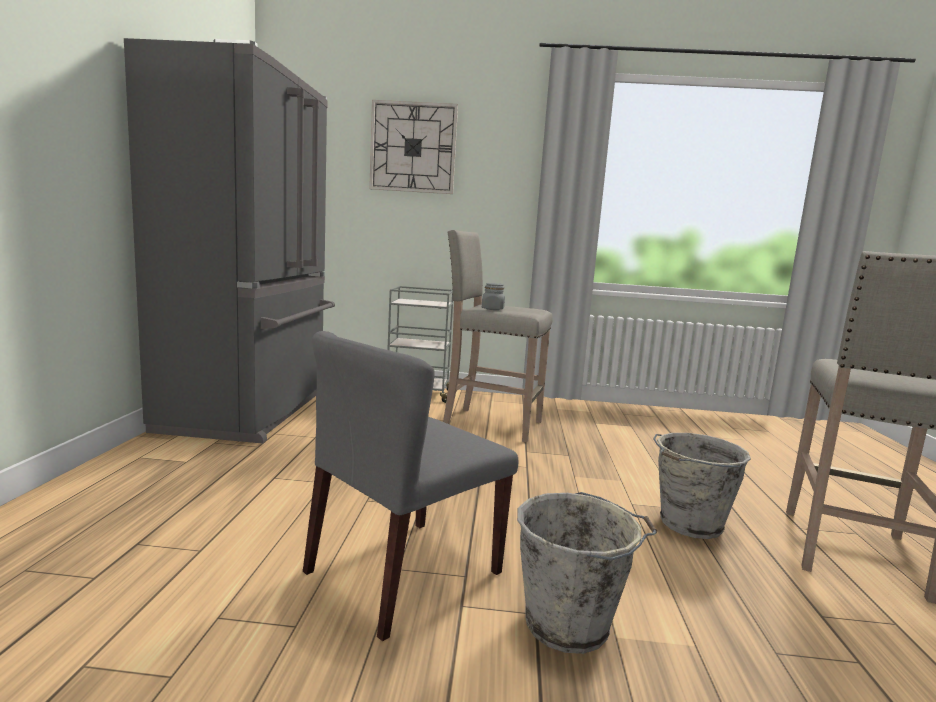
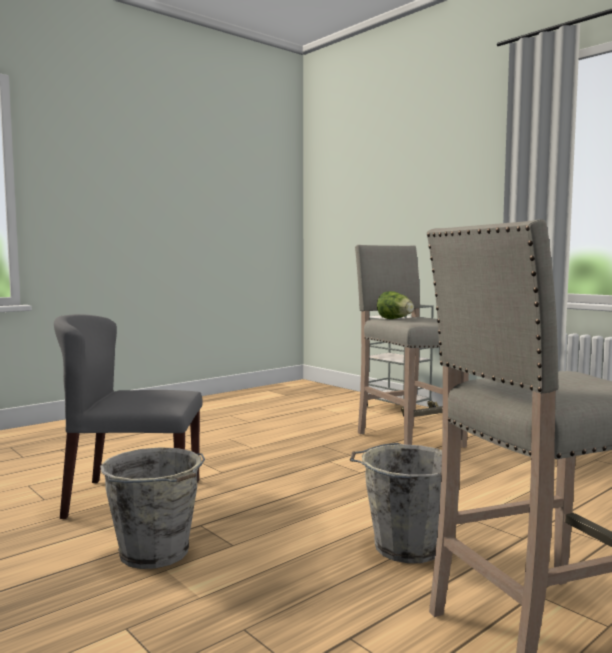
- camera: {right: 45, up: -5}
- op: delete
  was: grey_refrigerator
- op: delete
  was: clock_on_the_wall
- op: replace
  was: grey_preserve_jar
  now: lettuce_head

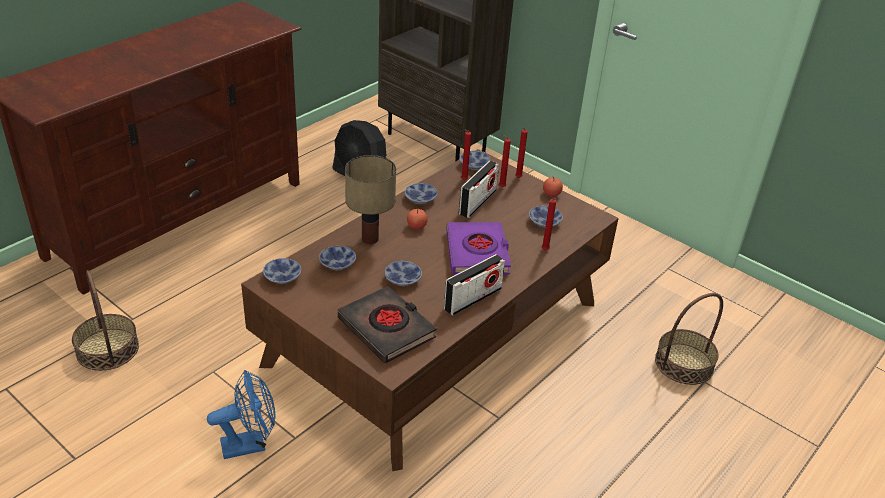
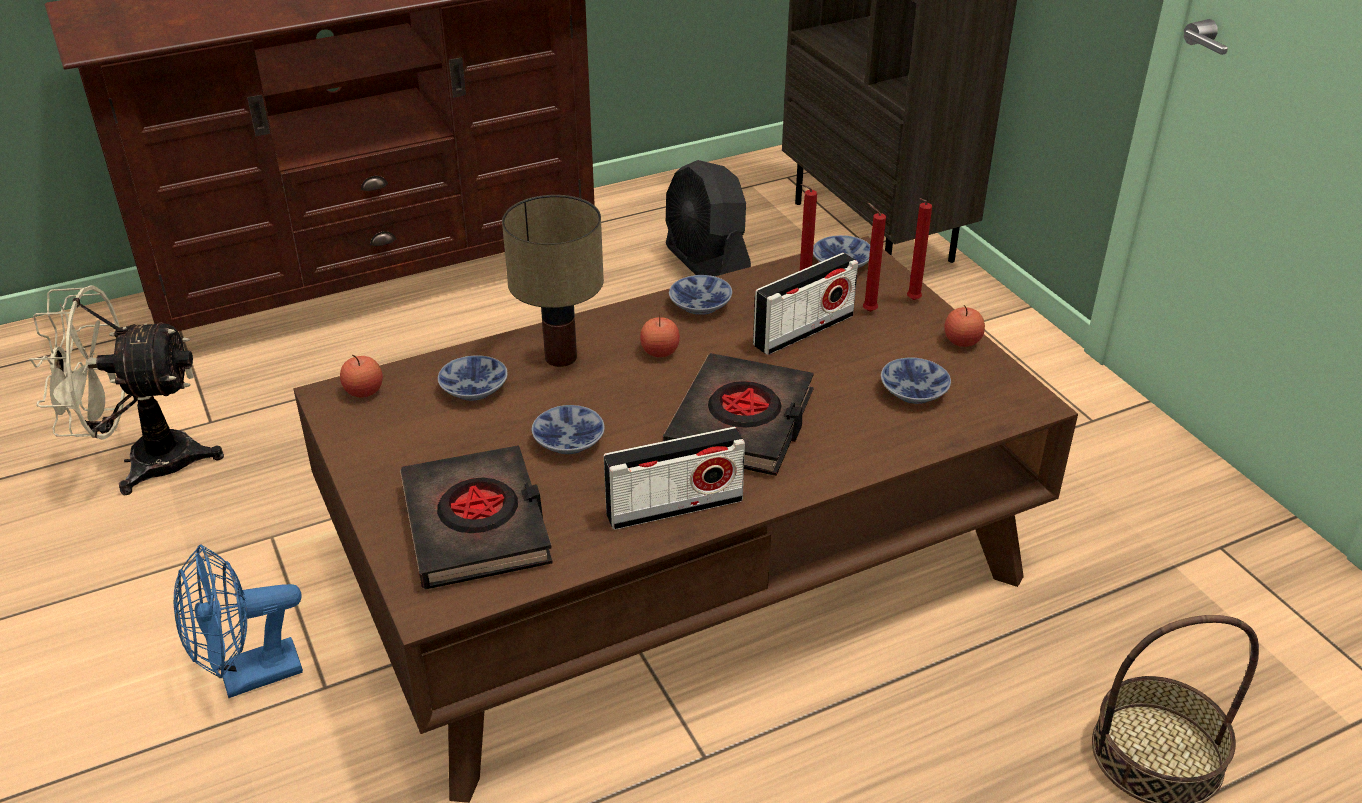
- camera: {right: 25, up: 0}
- op: delete
  was: red-coloured_wax_candle (4th from left)
- op: replace
  was: household_basket (1st from left)
  now: beige-coloured_electric_fan
- op: replace
  was: bowl (1st from left)
  now: apple (1st from left)
- op: recolor
  was: purple_book
  now: blackish_book (2nd from left)
- op: rotate
  was: blue_electric_fan
  clockwise: 150

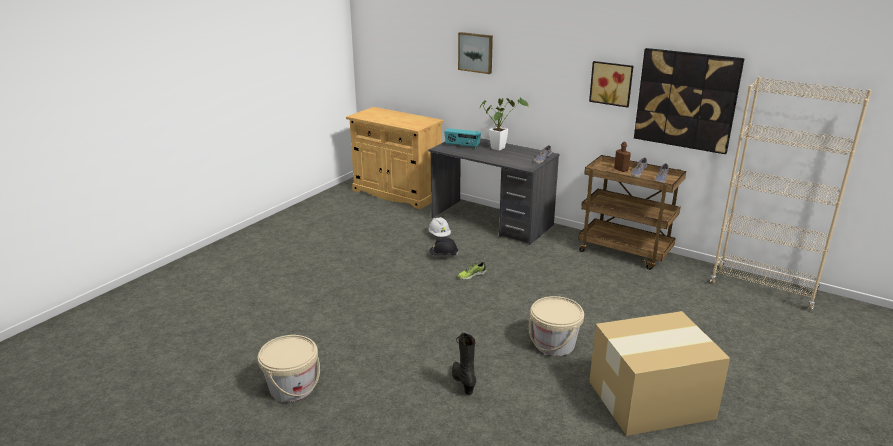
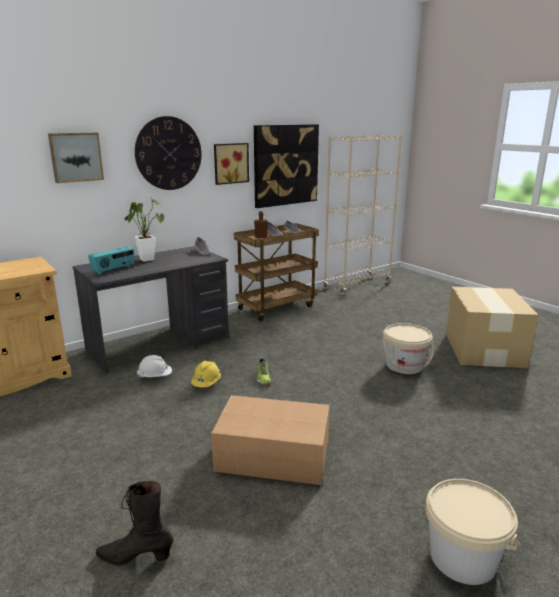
- camera: {right: -70, up: -5}
- op: insert
  now: clock_on_the_wall
- op: insert
  now: packing_box (1st from left)
- op: move
  was: blackish_tall_boot
- op: recolor
  was: blackish_safety_helmet
  now: yellow_safety_helmet

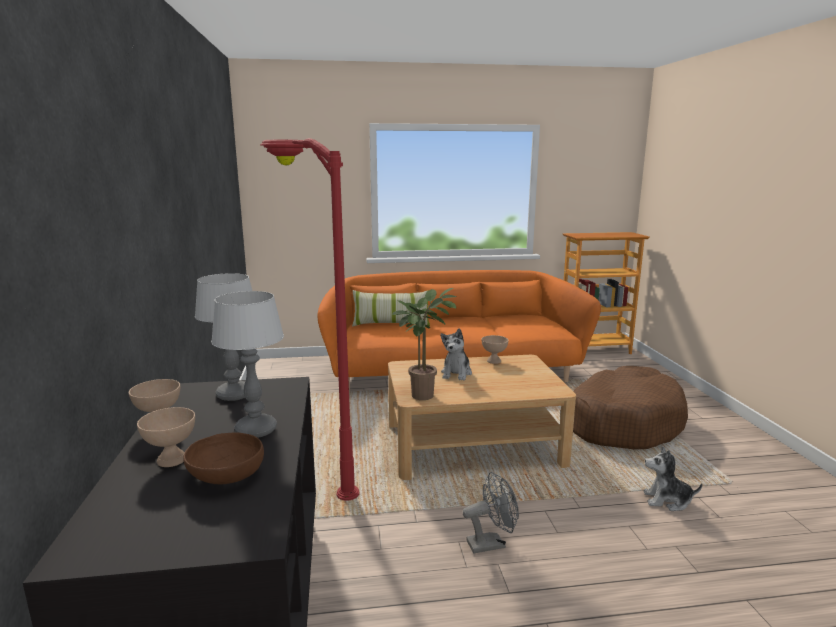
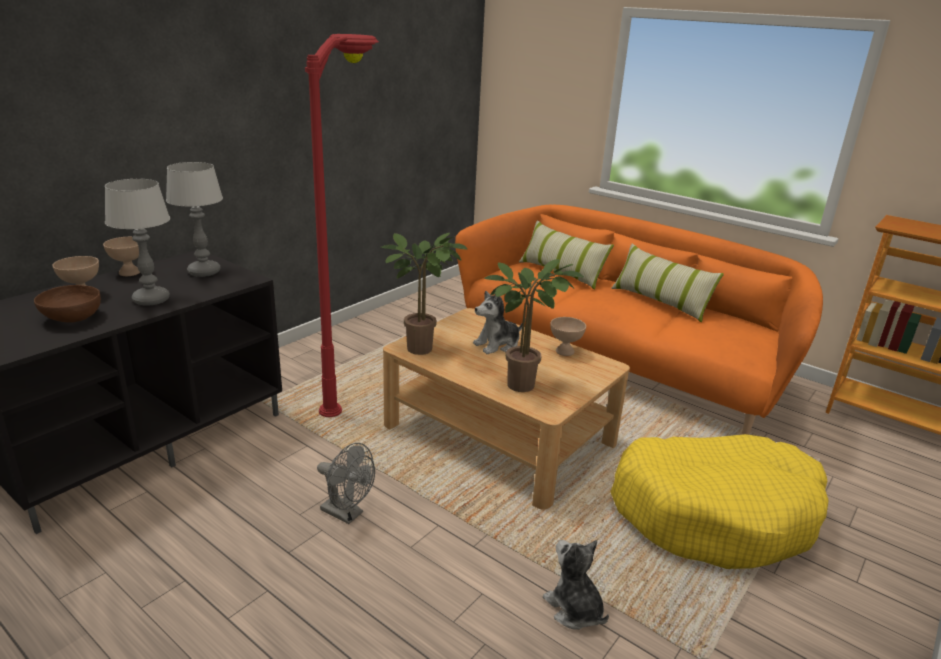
- camera: {right: 45, up: 10}
- op: insert
  now: plant_in_a_pot (2nd from left)
- op: insert
  now: pillow (2nd from left)
- op: recolor
  was: brownish_dog_bed
  now: yellow_dog_bed

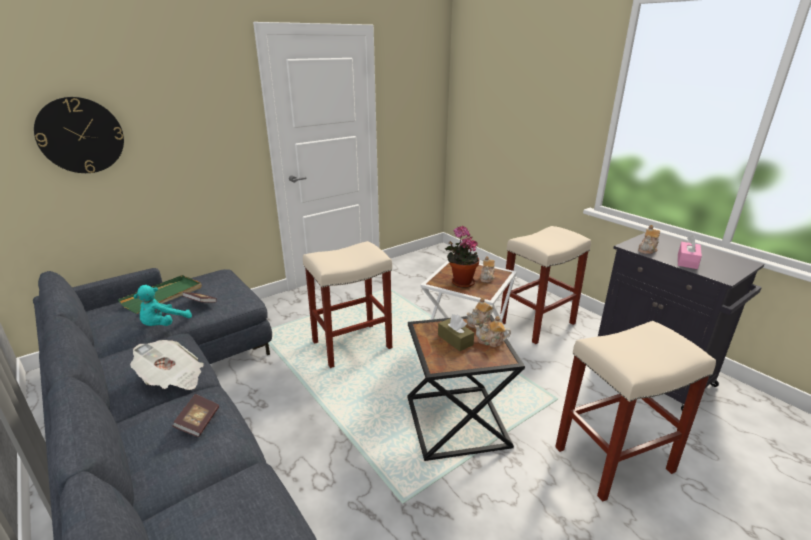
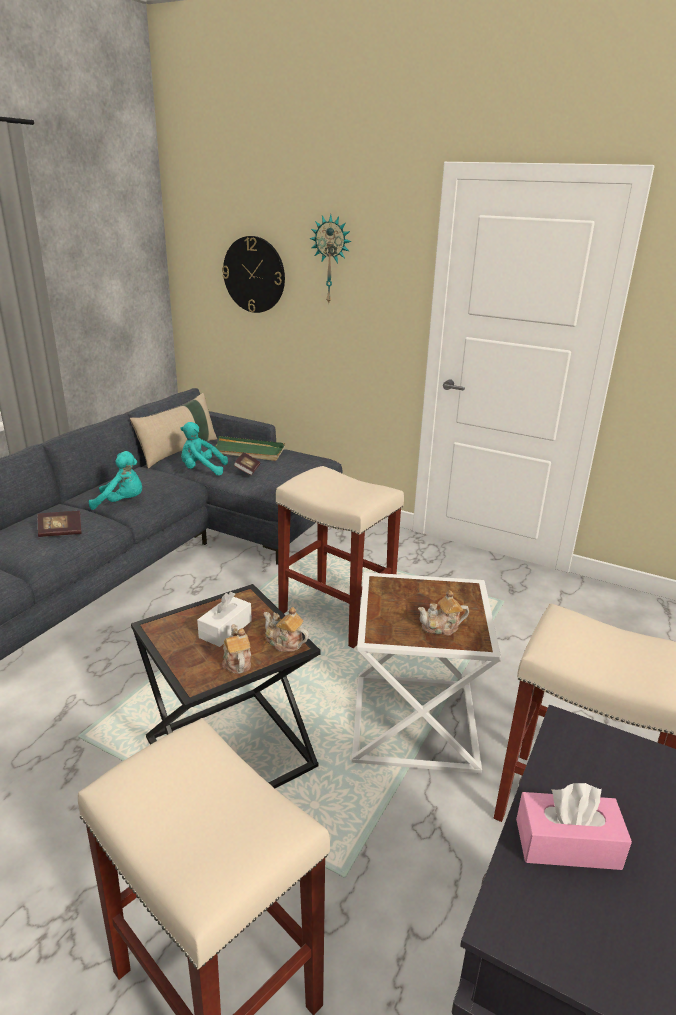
- camera: {right: 65, up: 0}
- op: delete
  was: plant_in_a_pot
- op: delete
  was: pot_for_tea (4th from left)
- op: insert
  now: beige-coloured_pillow
- op: insert
  now: clock_on_the_wall (2nd from left)
- op: replace
  was: printed_paper
  now: turquoise_plush_toy (1st from left)
- op: recolor
  was: brownish_tissue_holder
  now: white_tissue_holder

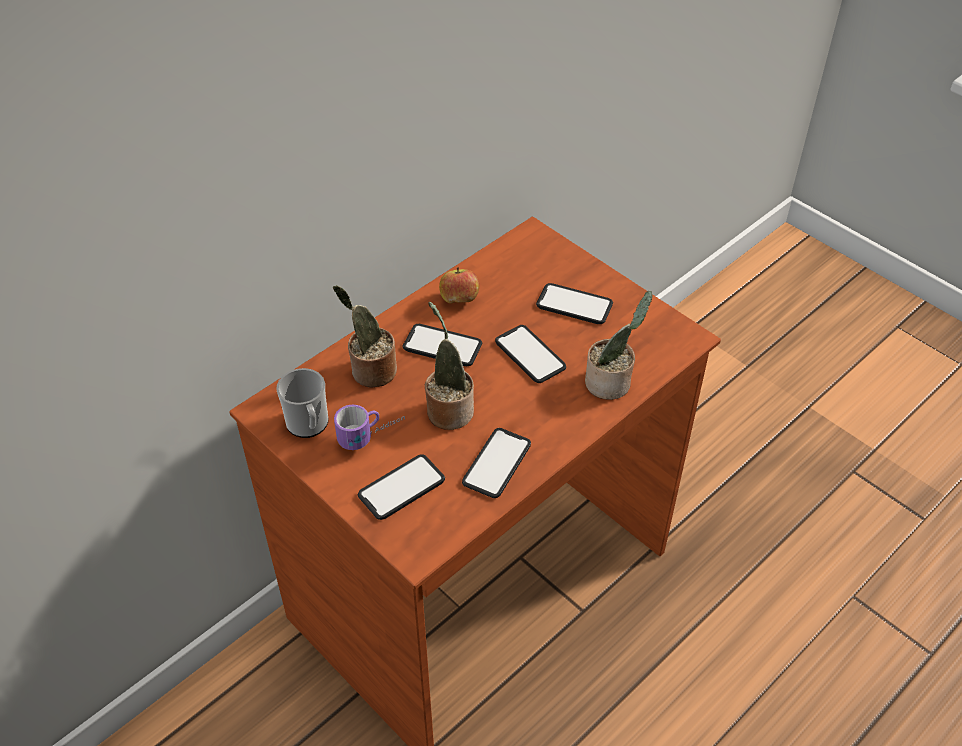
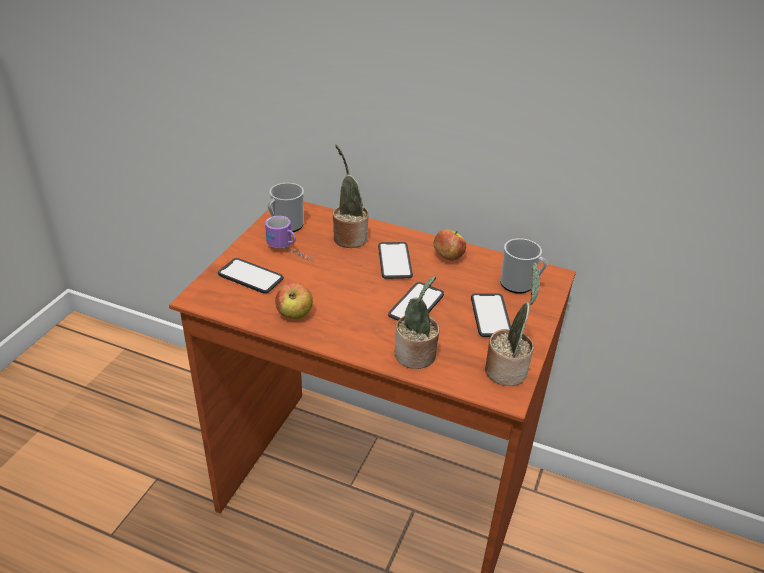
- camera: {right: 65, up: -10}
- op: insert
  now: mug (3rd from left)
- op: move
  was: plant_in_a_pot (2nd from left in the first image)
  now: plant_in_a_pot (3rd from left)
- op: replace
  was: handset (3rd from left)
  now: apple (1st from left)

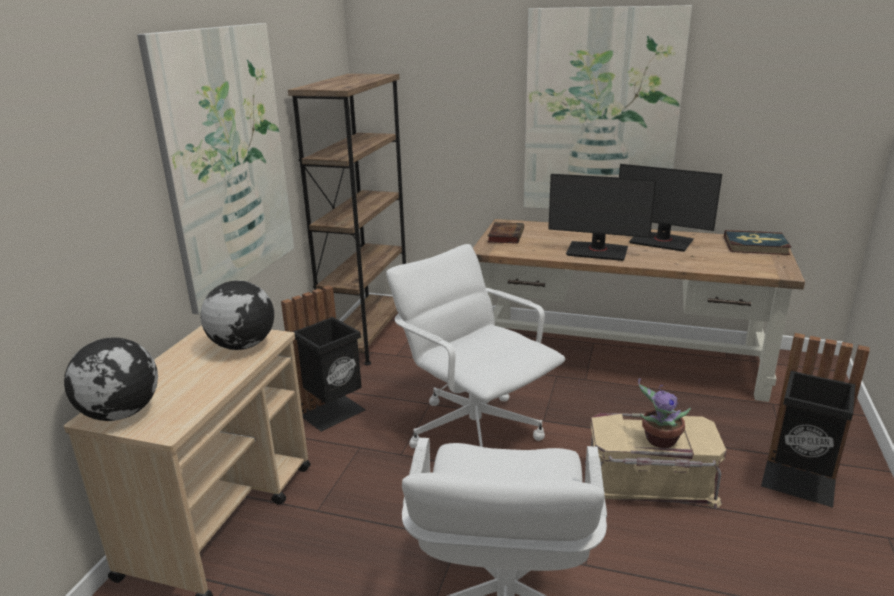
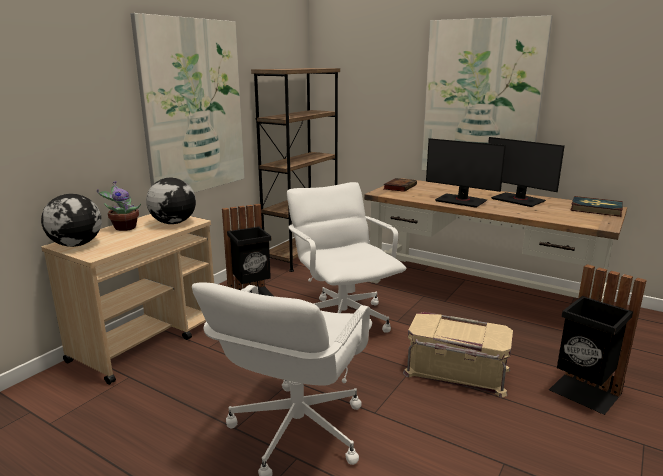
- camera: {right: 15, up: -5}
- op: move
  was: plant_in_a_pot

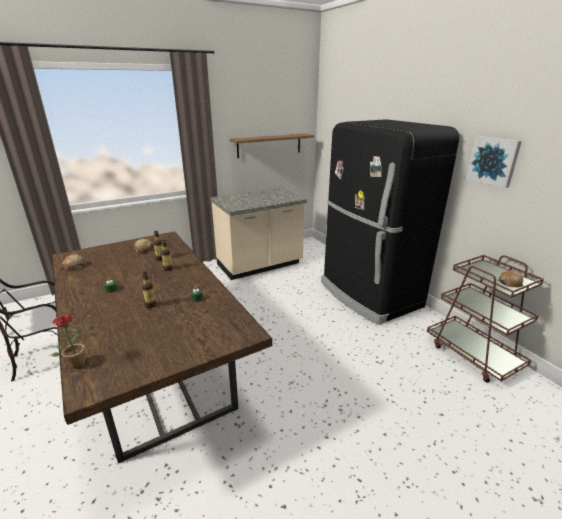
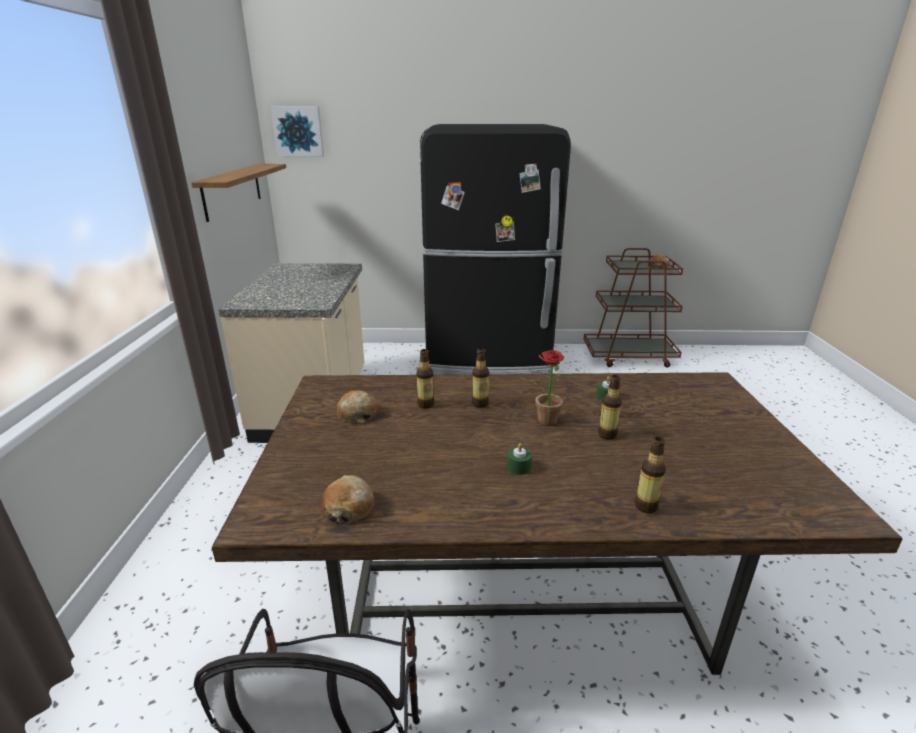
- camera: {right: -60, up: 0}
- op: insert
  now: drink_bottle (4th from left)
- op: move
  was: plant_in_a_pot
- op: move
  was: picture

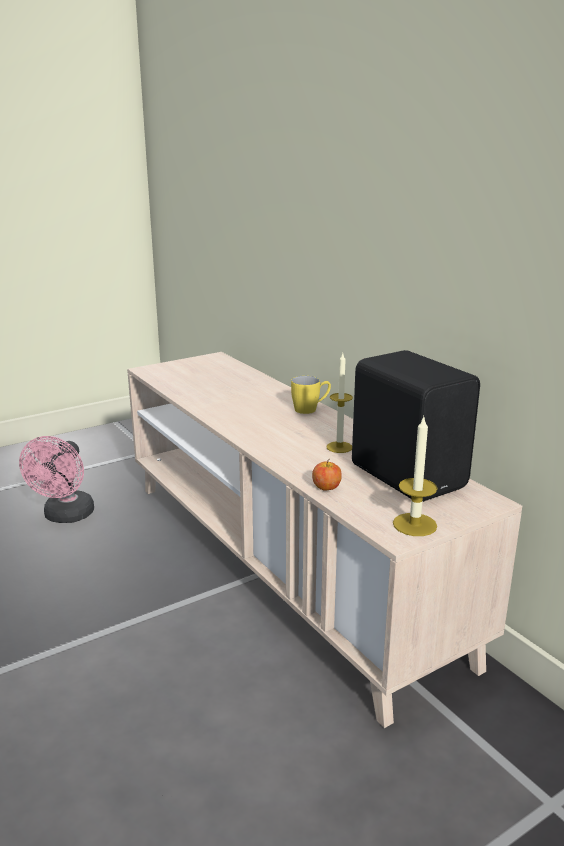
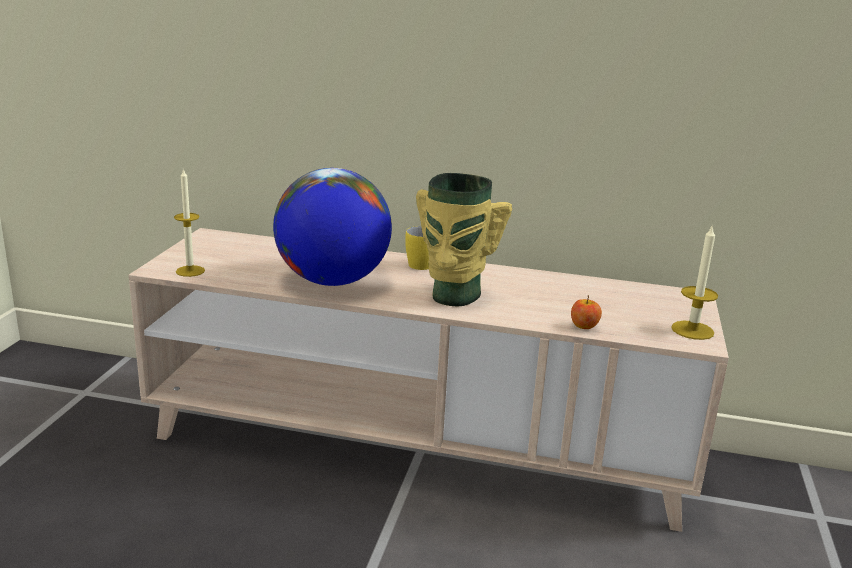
- camera: {right: -45, up: 0}
- op: delete
  was: pink-coloured_electric_fan
- op: delete
  was: blackish_loudspeaker
- op: insert
  now: world_globe
- op: insert
  now: vase
- op: move
  was: wax_candle (1st from left)

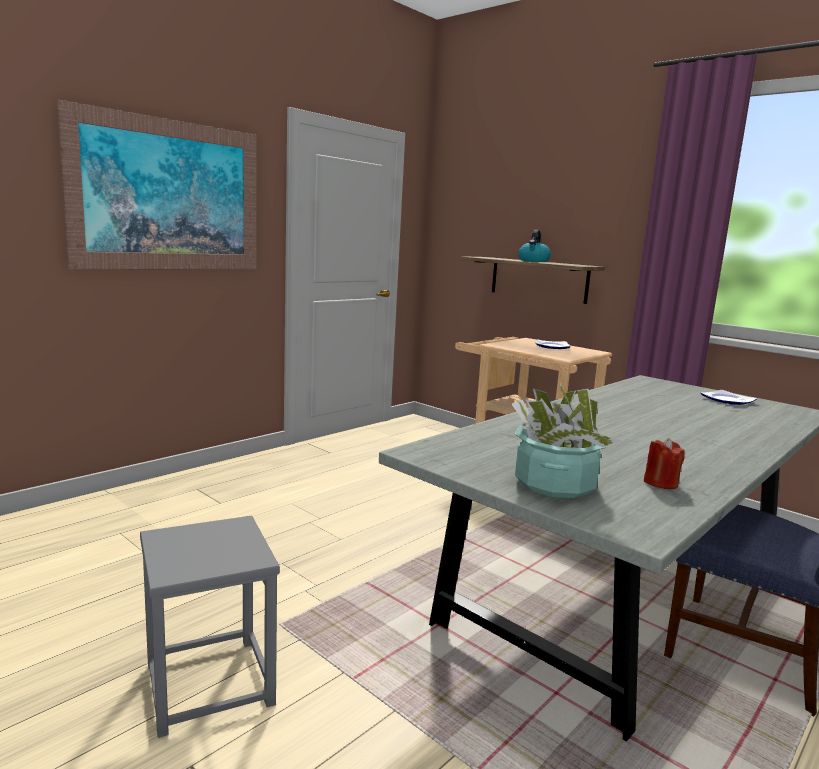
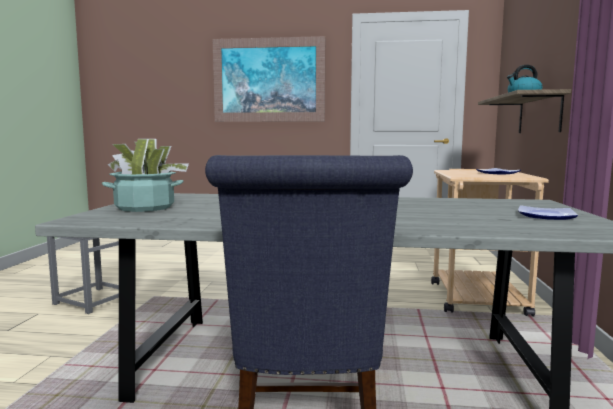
- camera: {right: 55, up: -5}
- op: delete
  was: red-coloured_wax_candle

